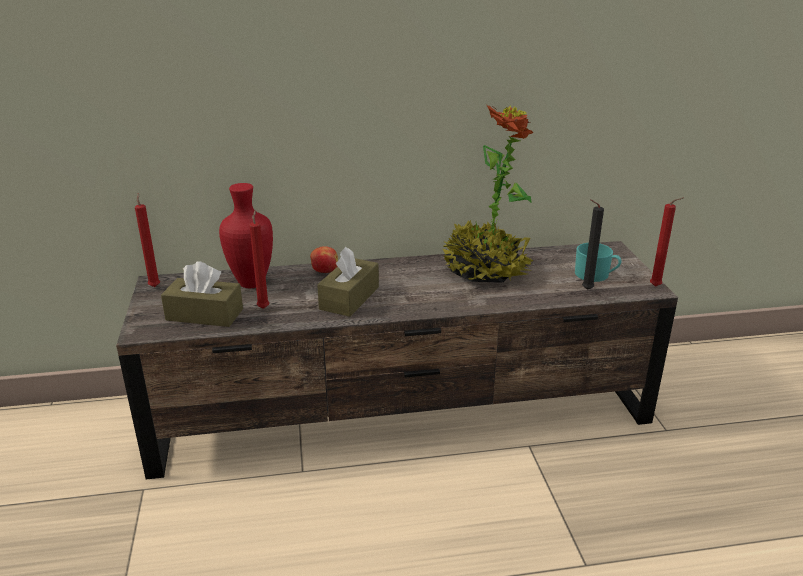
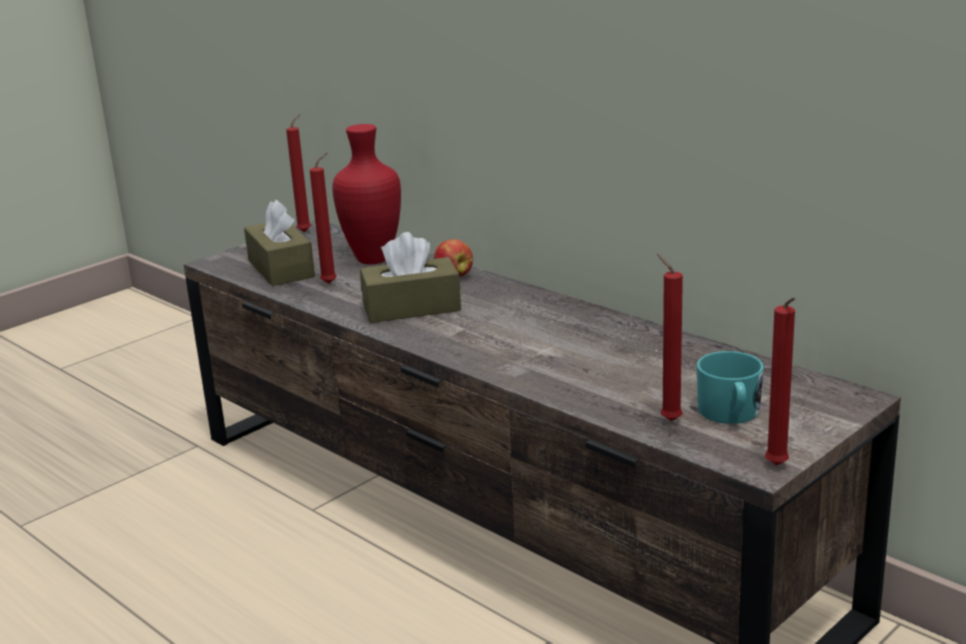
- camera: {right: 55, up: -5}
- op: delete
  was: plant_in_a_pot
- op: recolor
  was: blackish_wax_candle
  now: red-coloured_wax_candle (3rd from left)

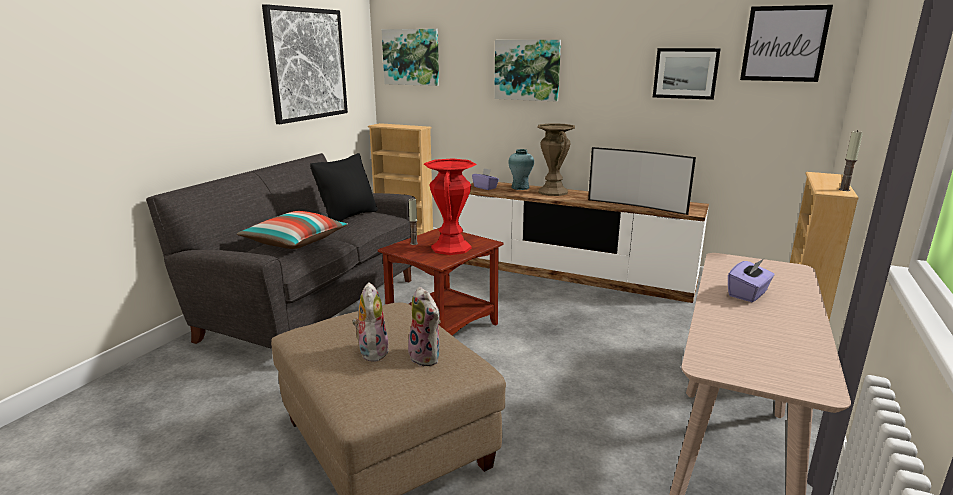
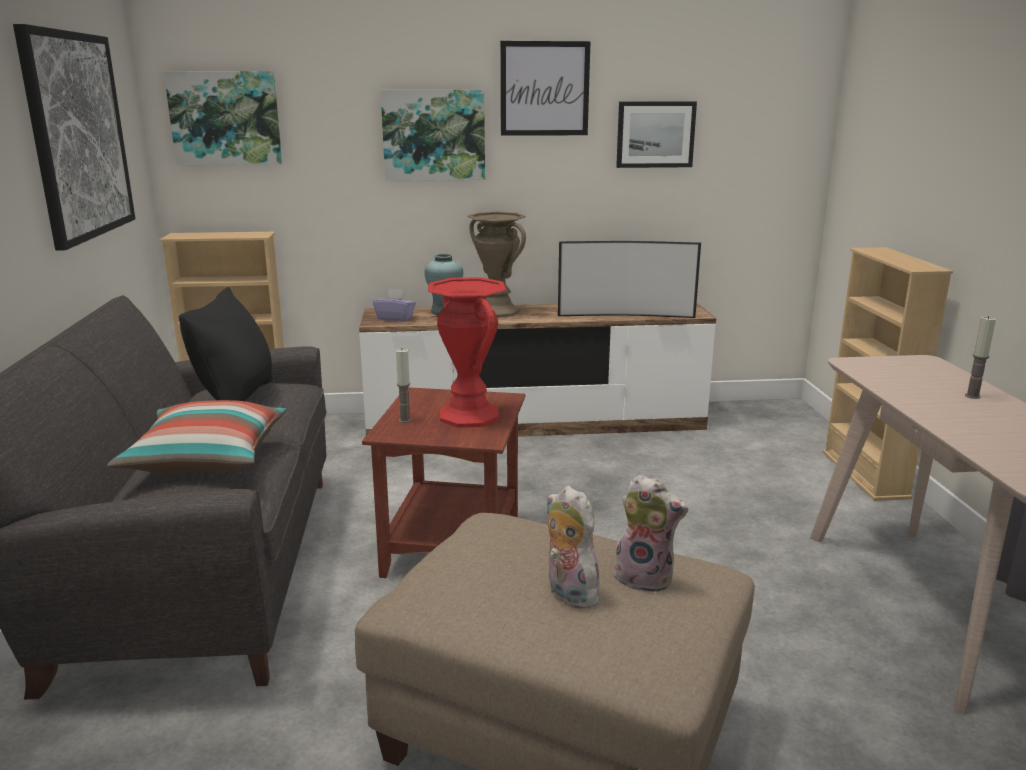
- camera: {right: -30, up: 0}
- op: delete
  was: purple_tissue_holder (2nd from left)
- op: move
  was: picture (5th from left in the first image)
  now: picture (4th from left)
- op: move
  was: wax_candle (2nd from left)

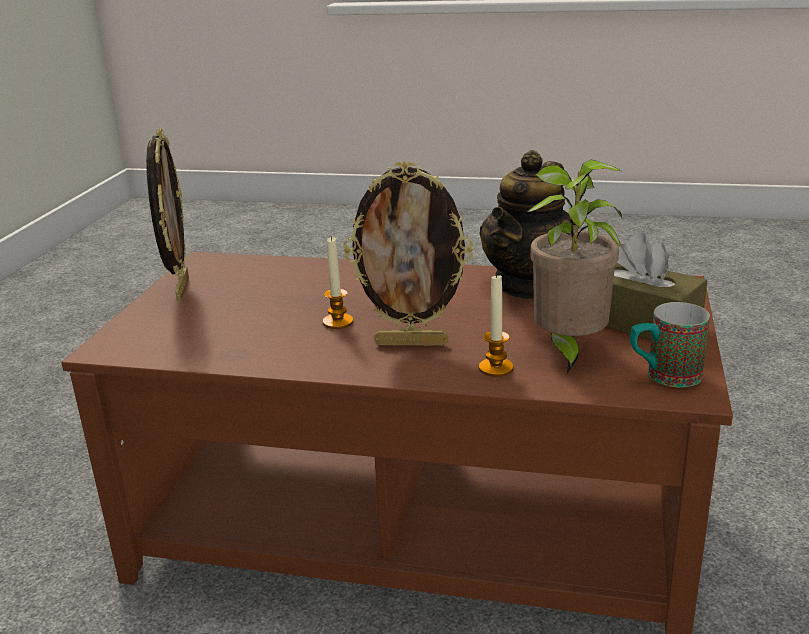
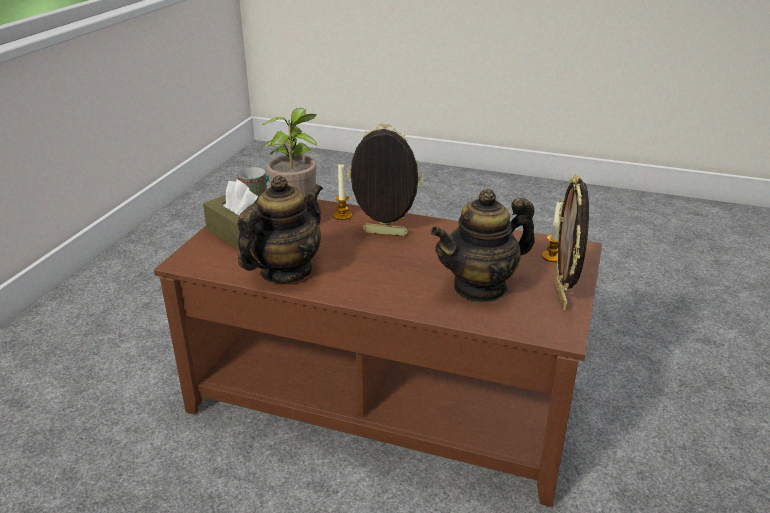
- camera: {right: -175, up: 5}
- op: insert
  now: pot_for_tea (2nd from left)
- op: move
  was: wax_candle (1st from left in the first image)
  now: wax_candle (2nd from left)

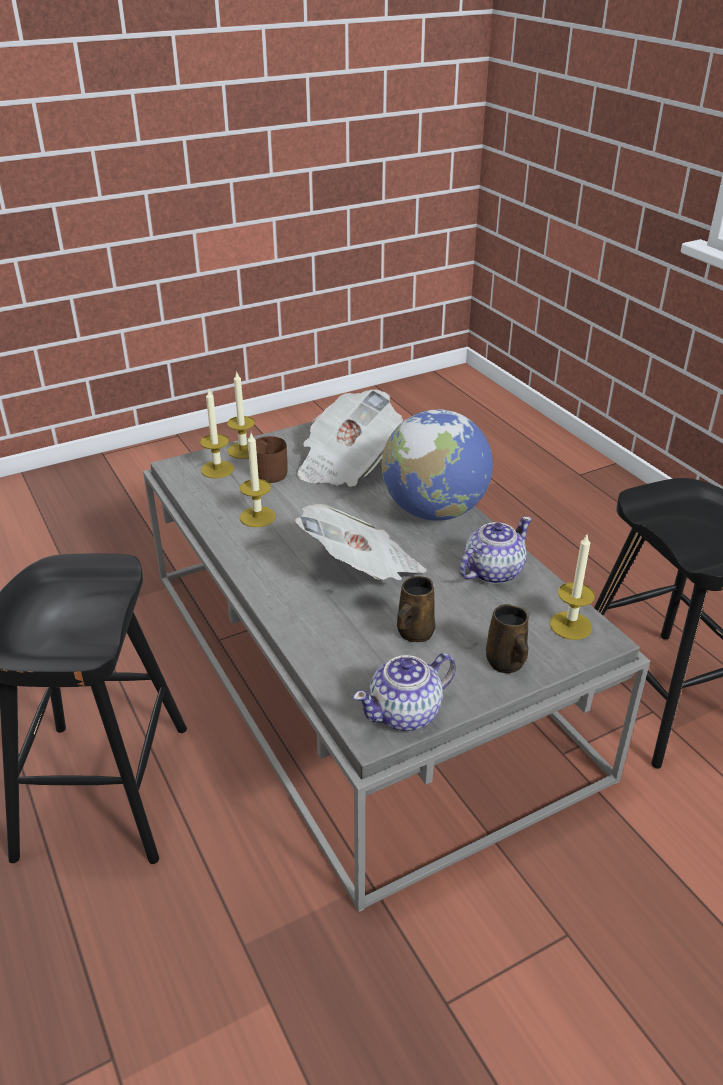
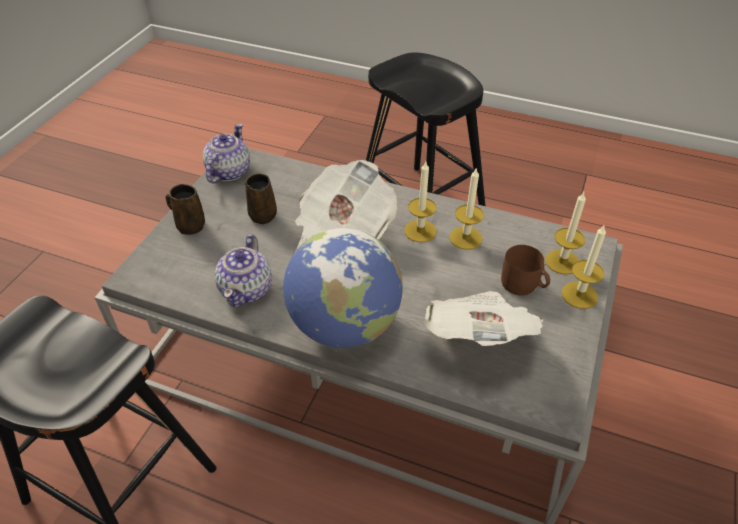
- camera: {right: 140, up: 10}
- op: move
  was: wax_candle (4th from left in the first image)
  now: wax_candle (1st from left)

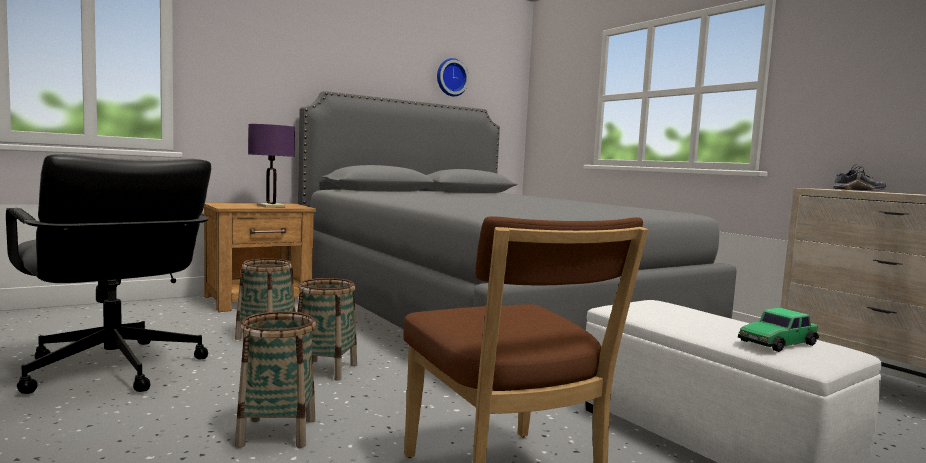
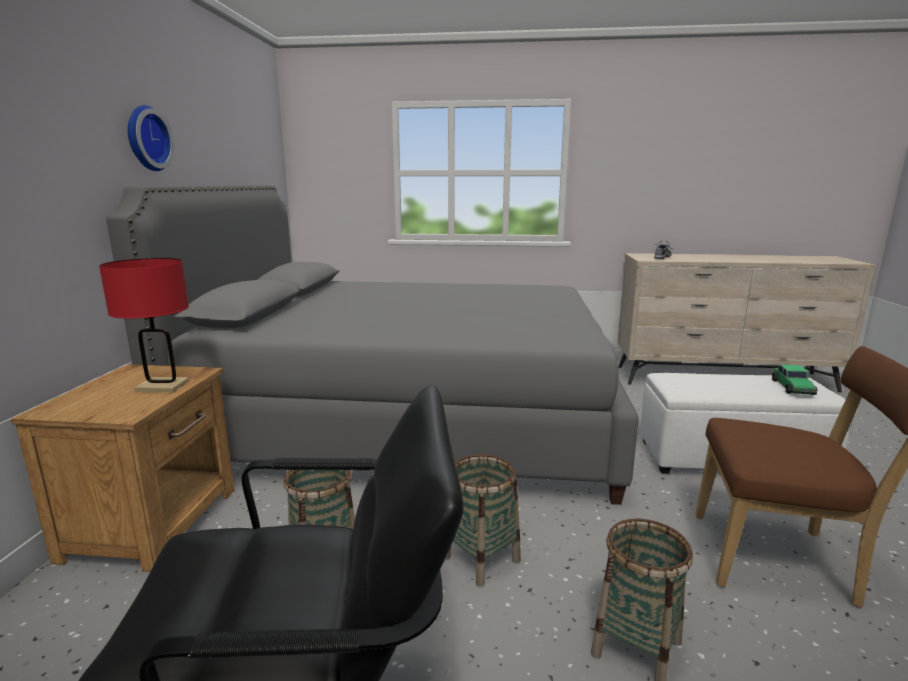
- camera: {right: -50, up: 10}
- op: move
  was: clock_on_the_wall
- op: recolor
  was: purple_tabletop_lamp
  now: red-coloured_tabletop_lamp

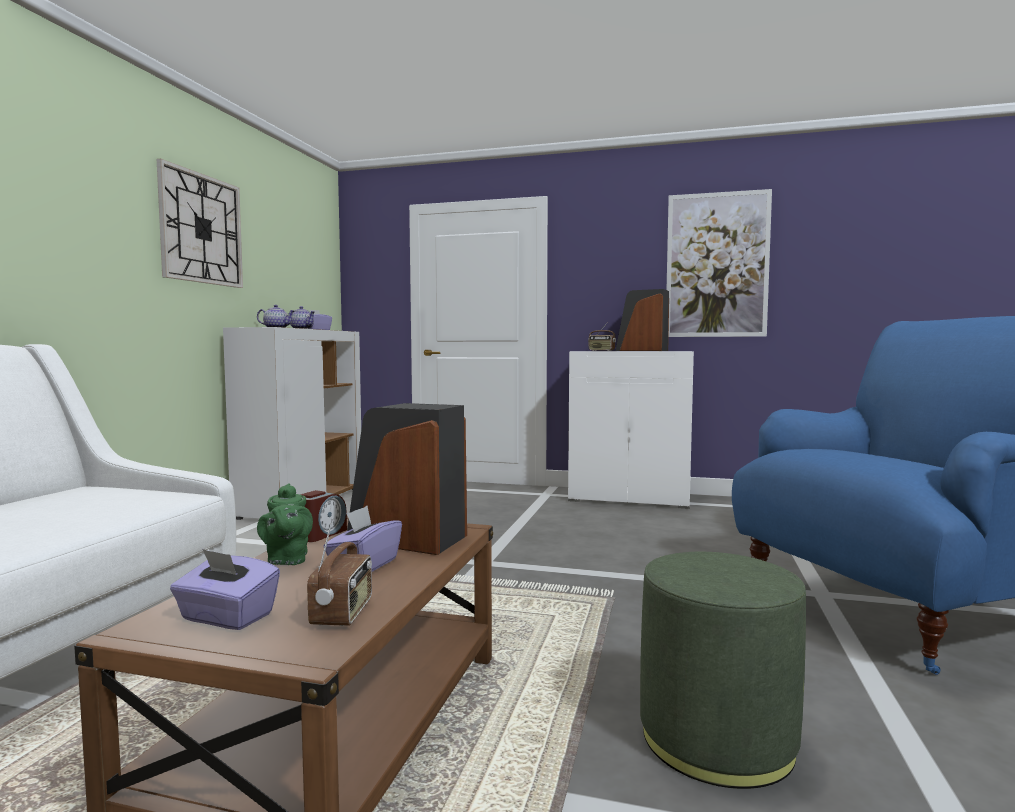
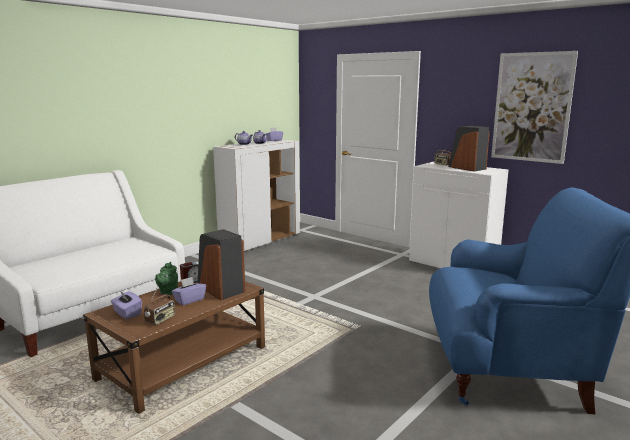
- camera: {right: 25, up: 10}
- op: delete
  was: clock_on_the_wall
- op: delete
  was: greenish_pouffe

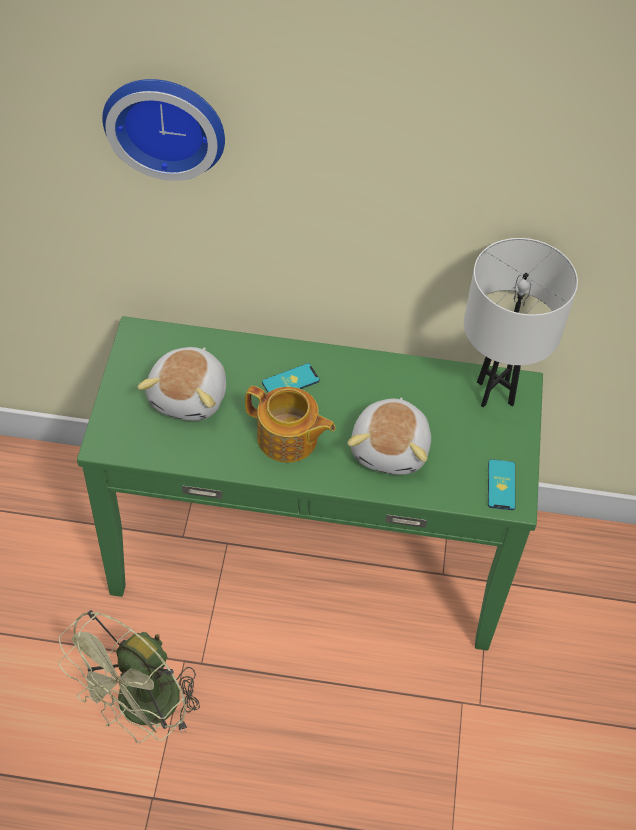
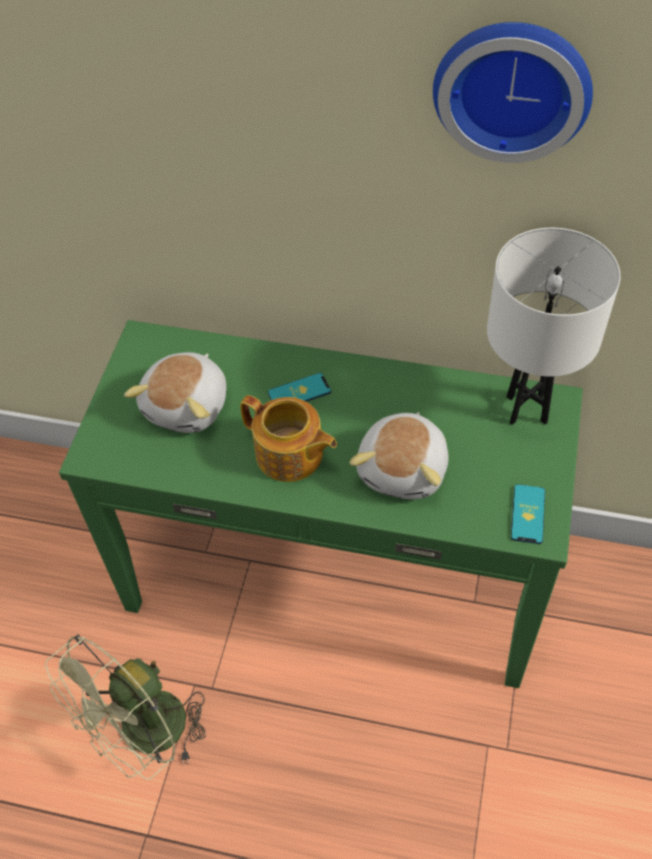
- camera: {right: 10, up: 0}
- op: move
  was: clock_on_the_wall

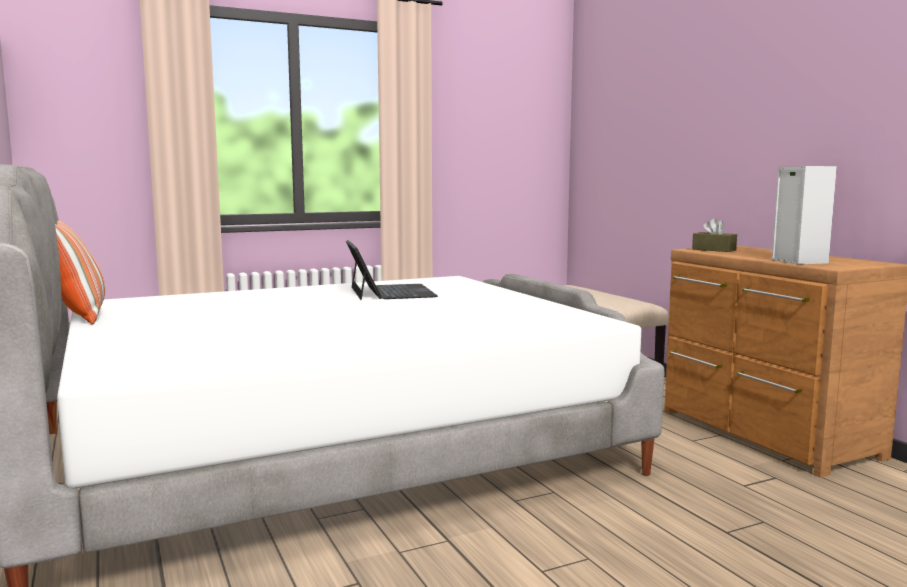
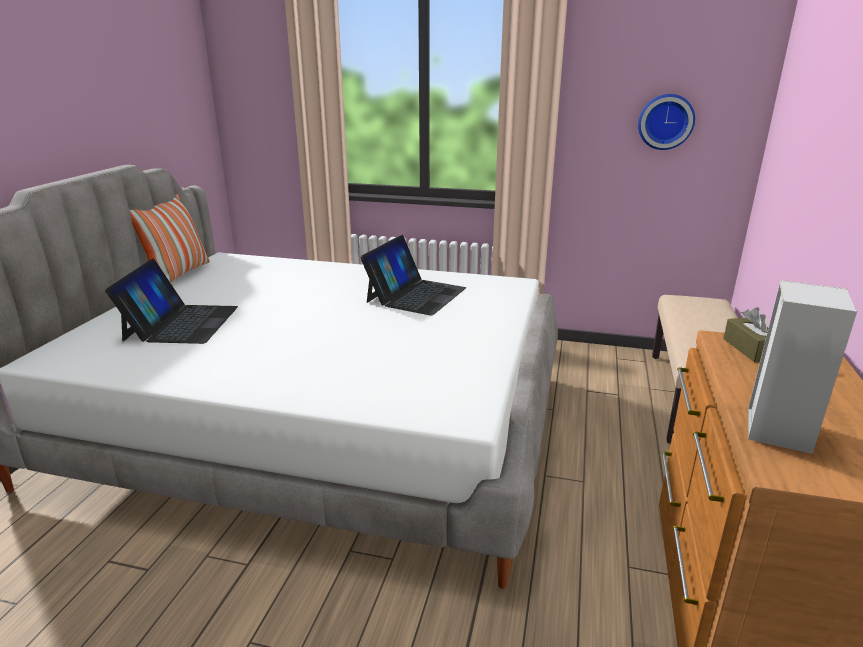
- camera: {right: 40, up: 15}
- op: insert
  now: notebook_computer (1st from left)
- op: insert
  now: clock_on_the_wall

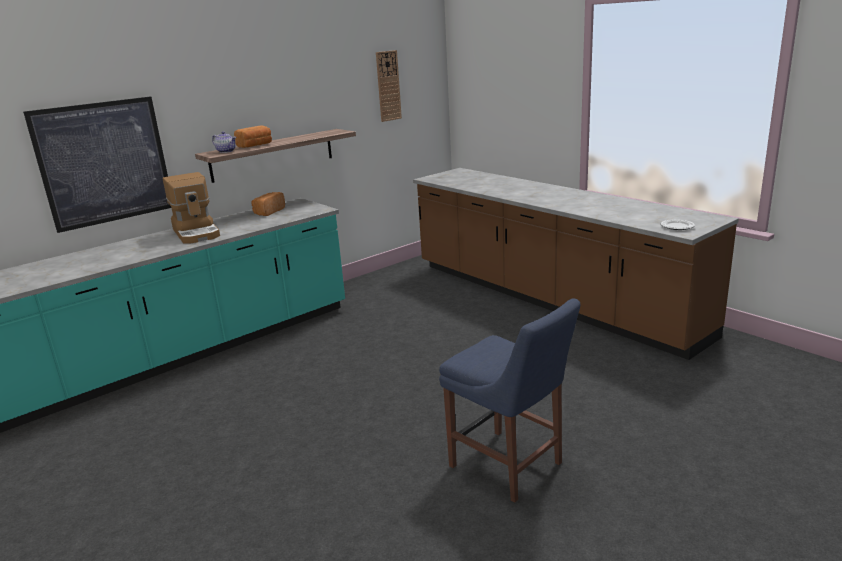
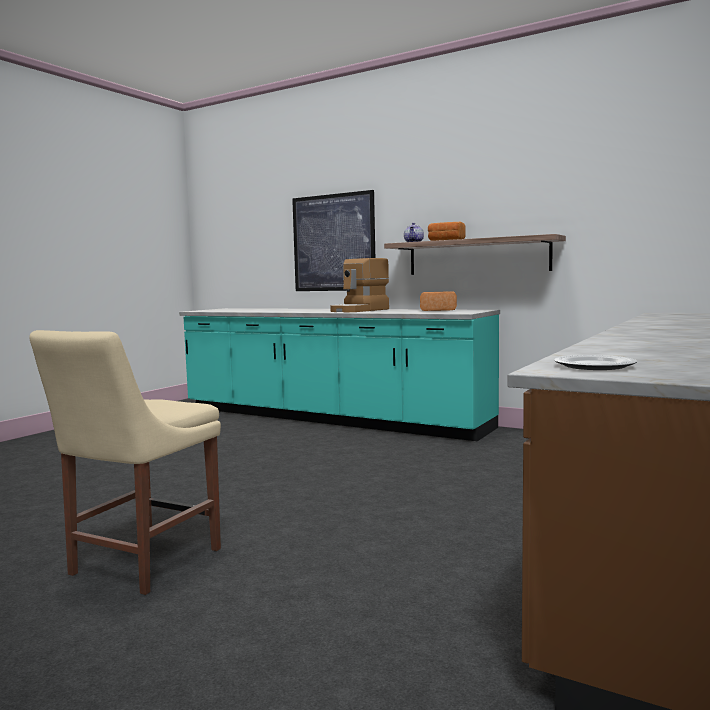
- camera: {right: 70, up: -15}
- op: delete
  was: clock_on_the_wall
- op: recolor
  was: blue_plain_chair
  now: beige-coloured_plain_chair

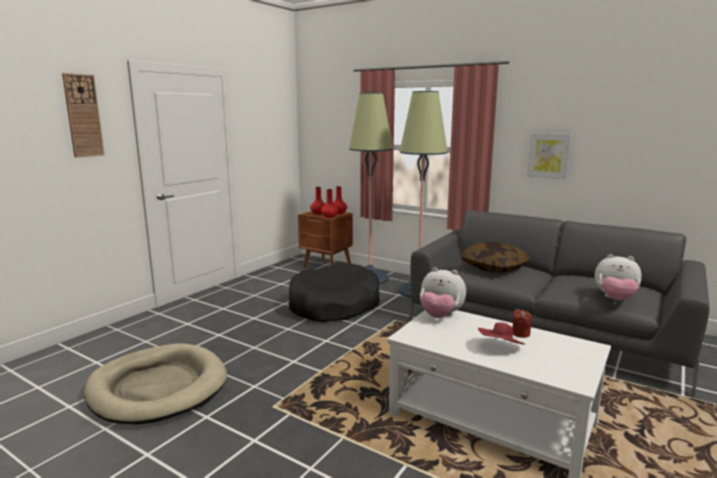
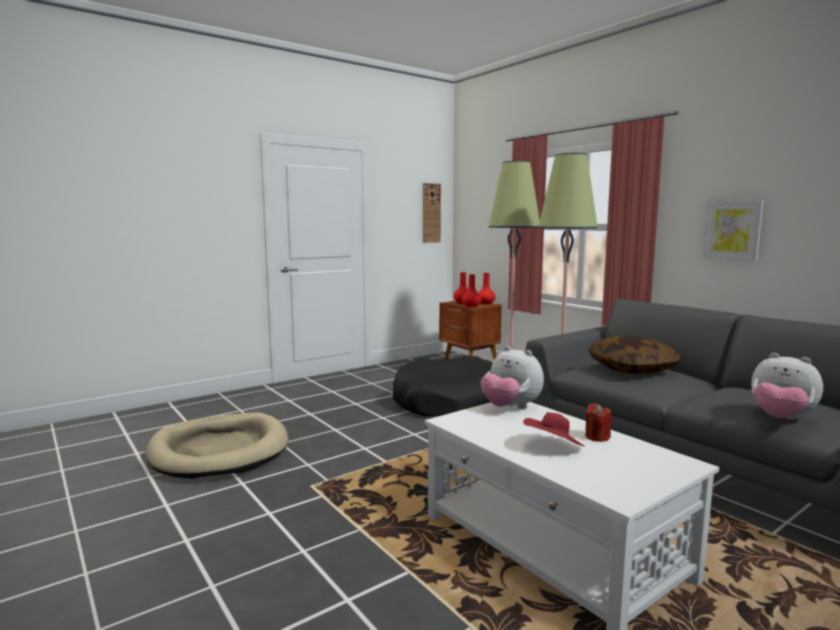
- camera: {right: 20, up: -5}
- op: move
  was: clock_on_the_wall

